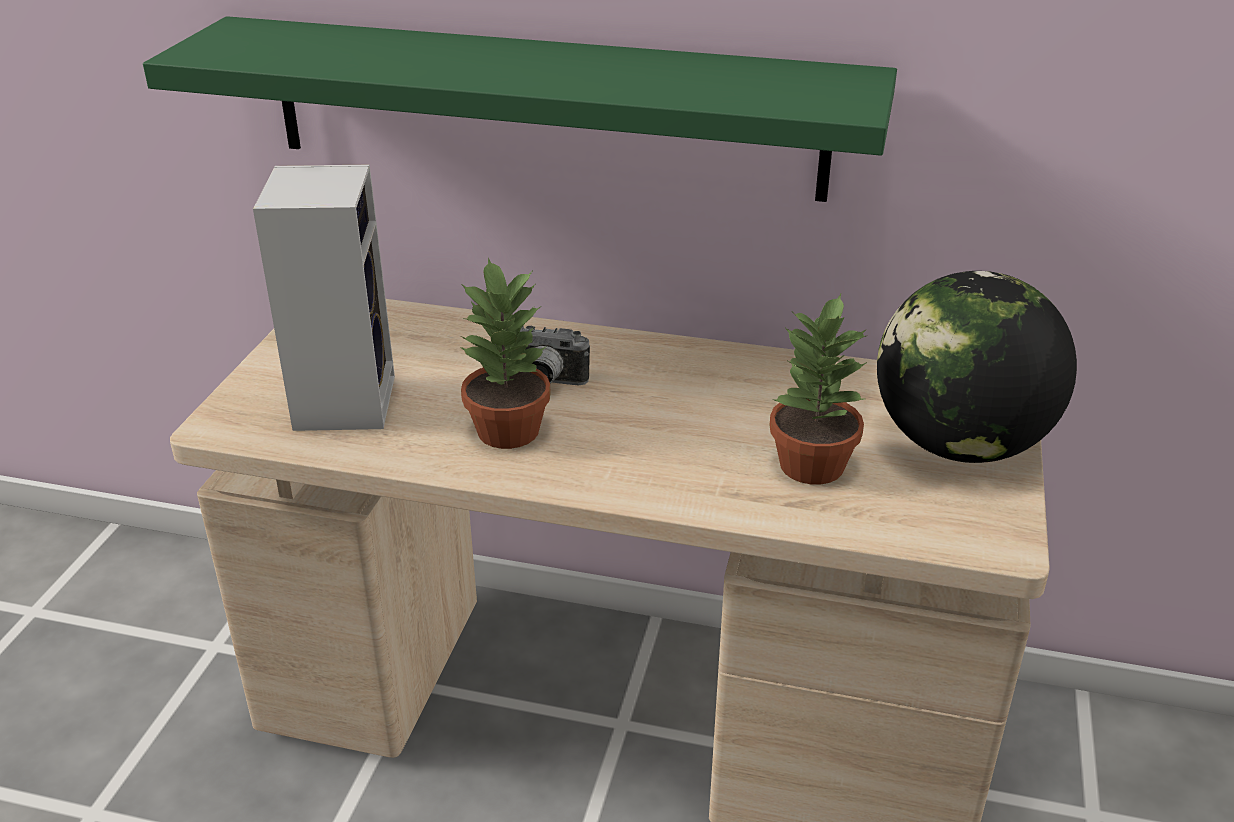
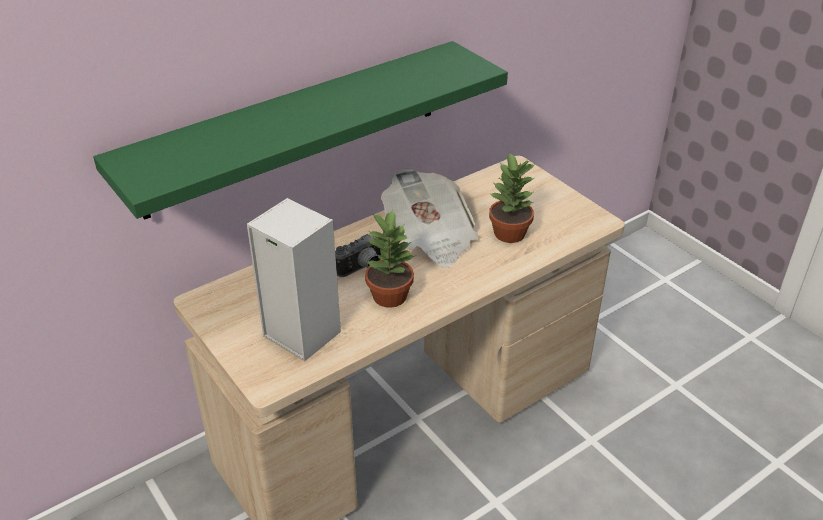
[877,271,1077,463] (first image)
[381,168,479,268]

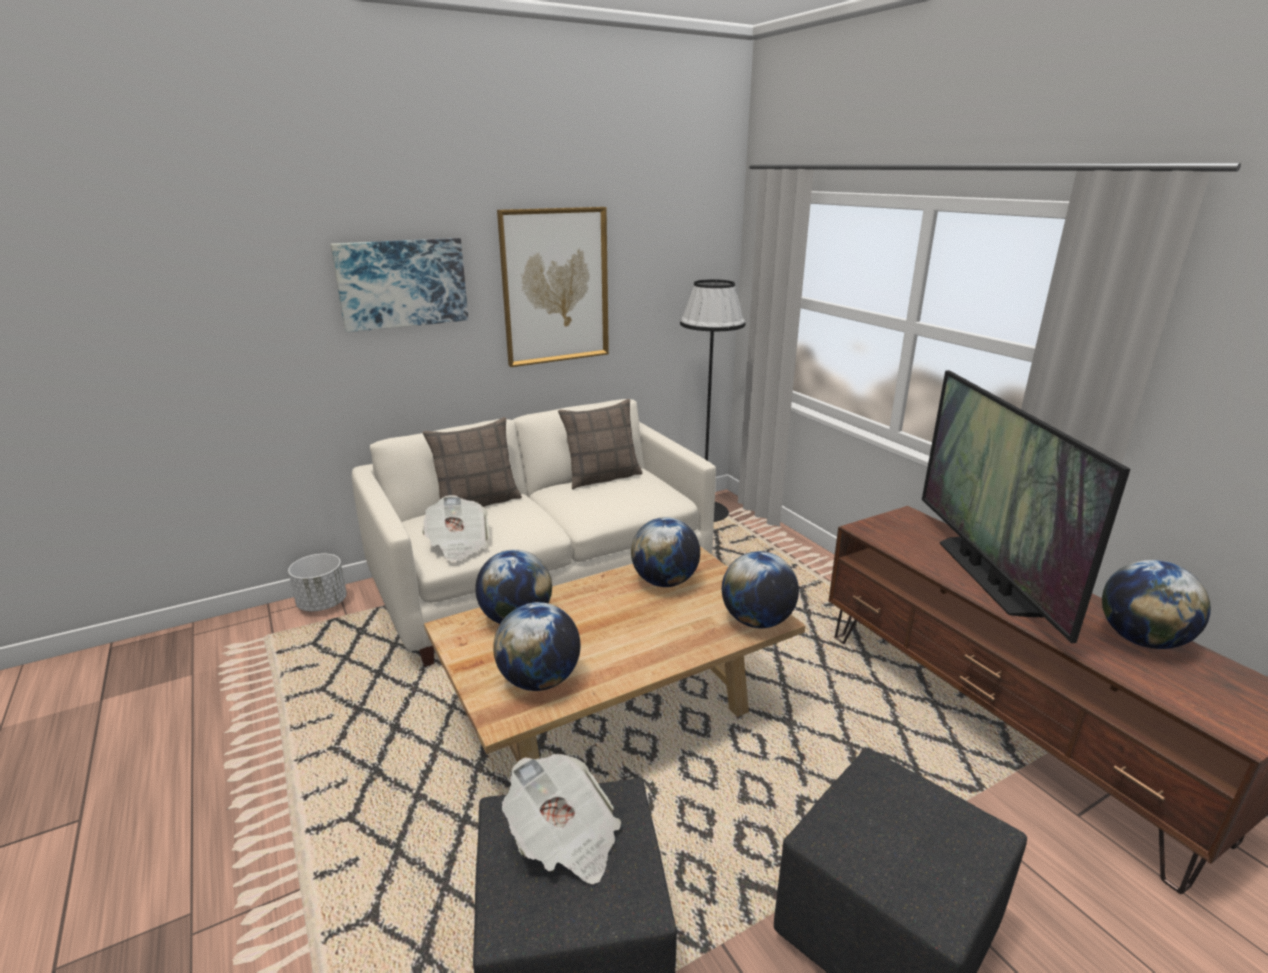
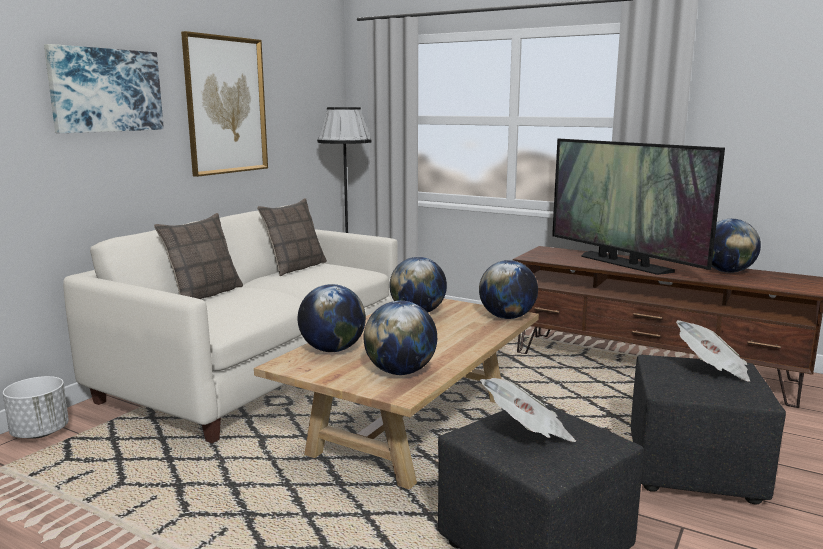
[676,320,750,382]

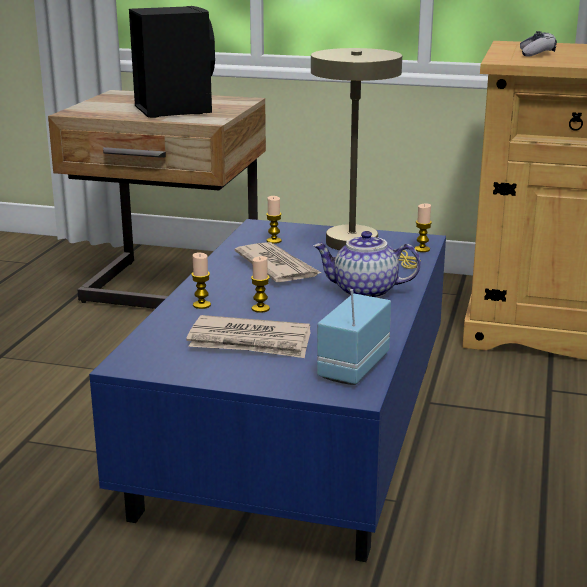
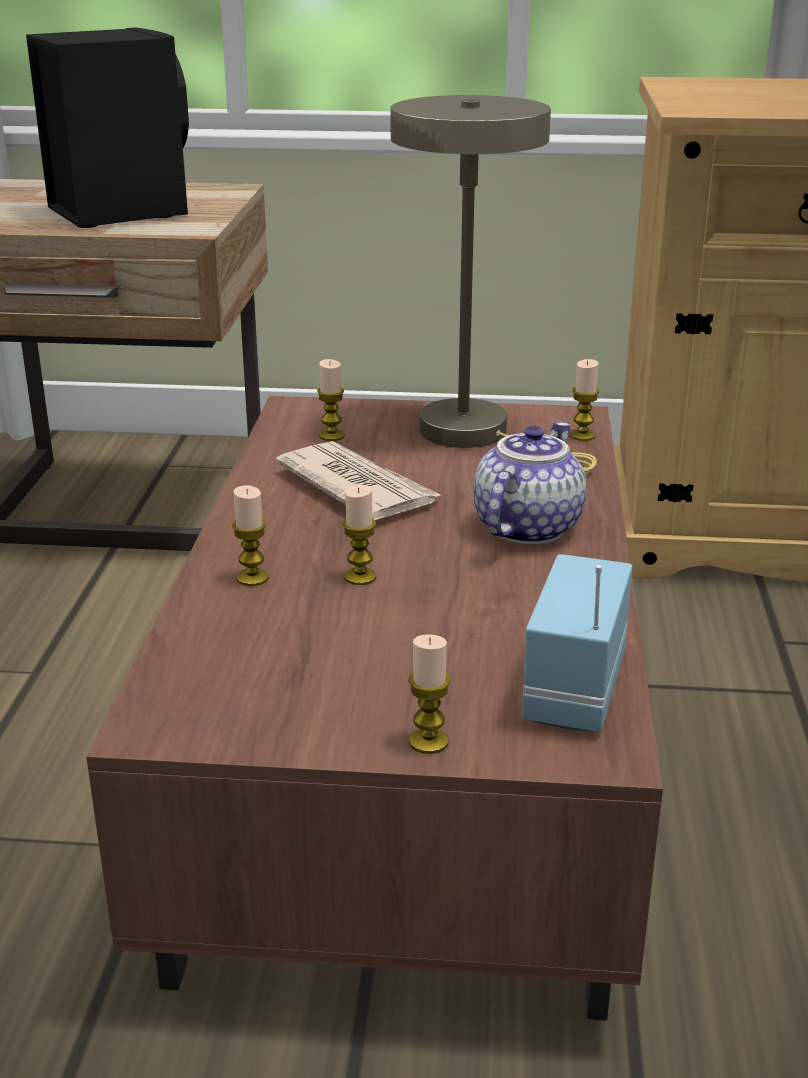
[520,31,557,57] (first image)
[86,396,663,1021]
[473,422,586,545]
[186,315,310,358] (first image)
[408,634,451,754]

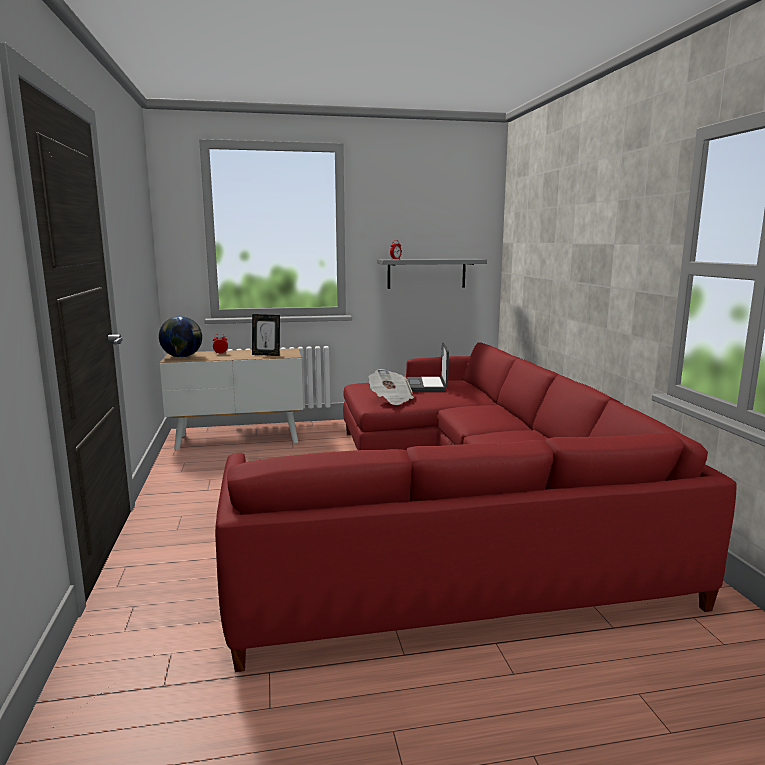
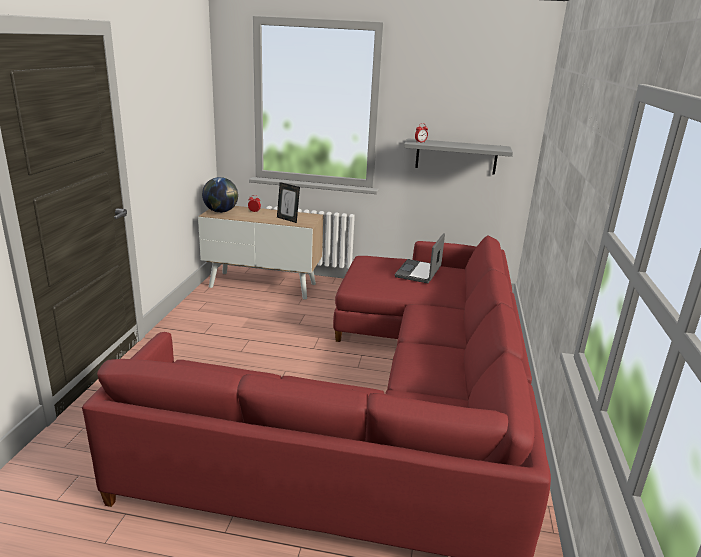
[369,369,414,405] (first image)

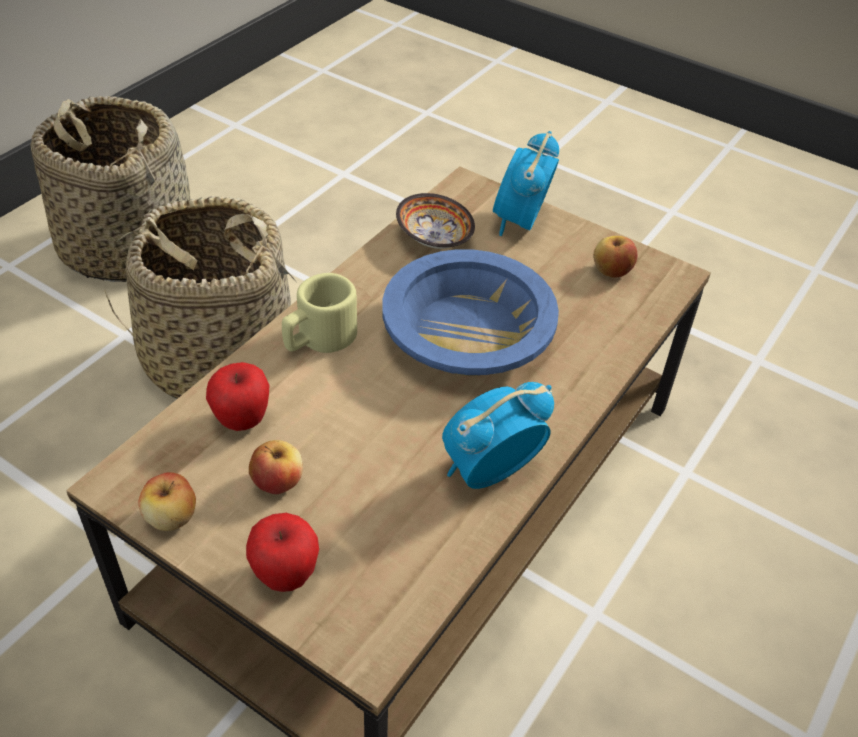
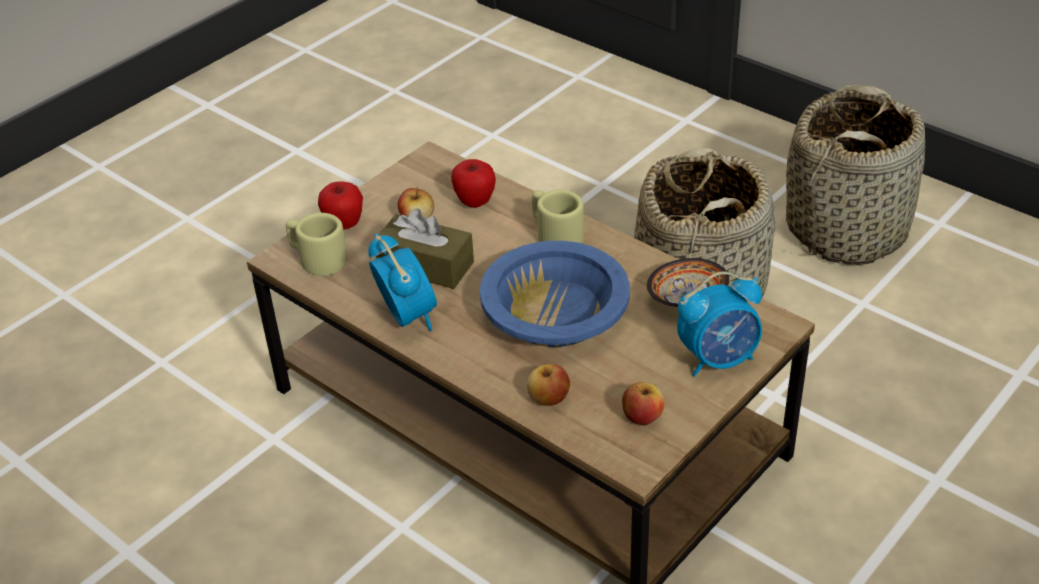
[677,272,762,377]
[527,364,570,406]
[376,209,474,289]
[286,213,348,276]

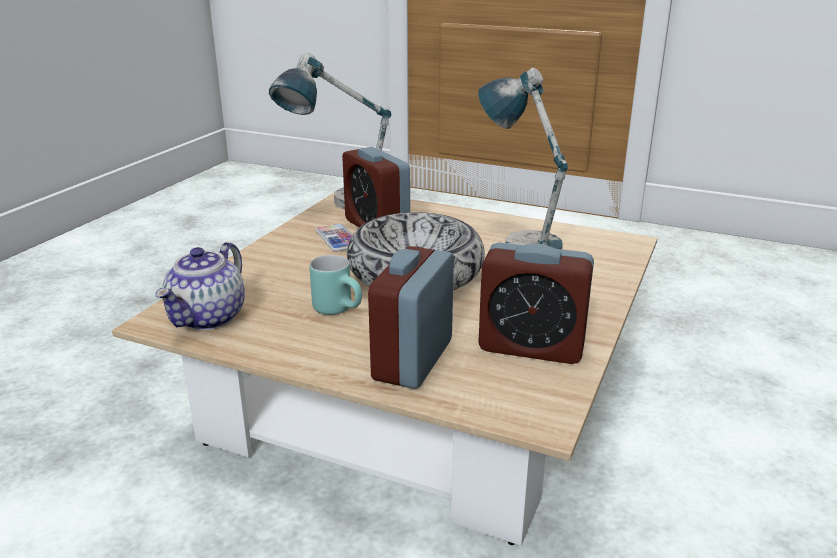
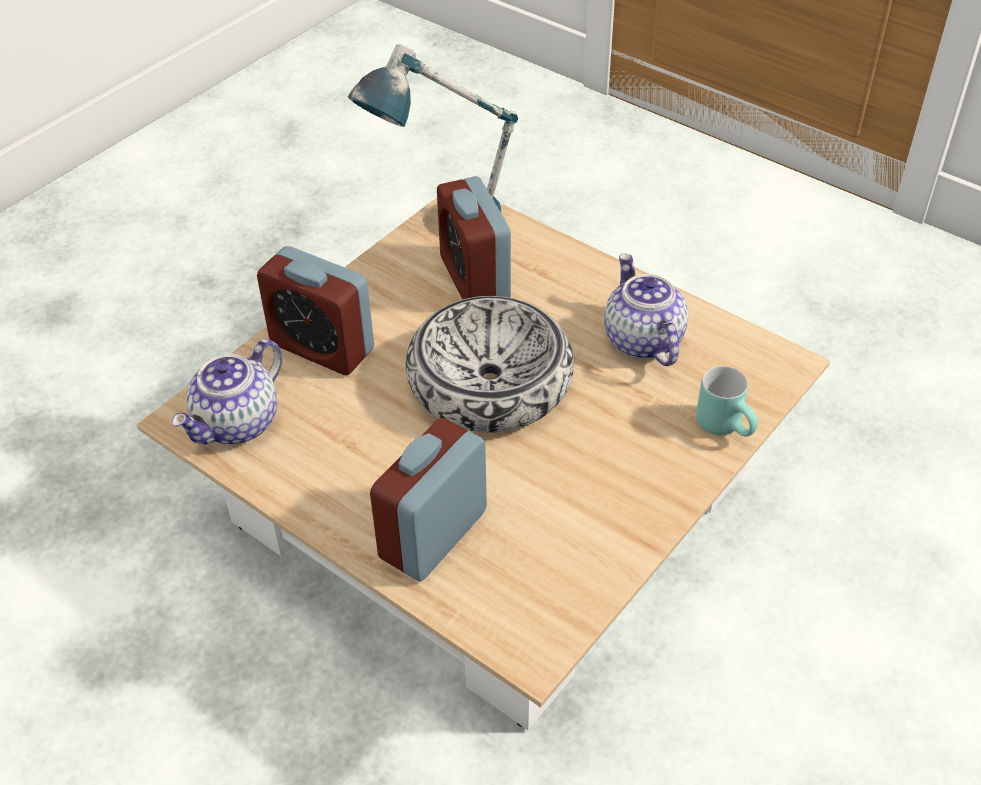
[604,253,688,366]
[316,224,352,252] (first image)
[257,246,374,375]
[696,366,758,436]

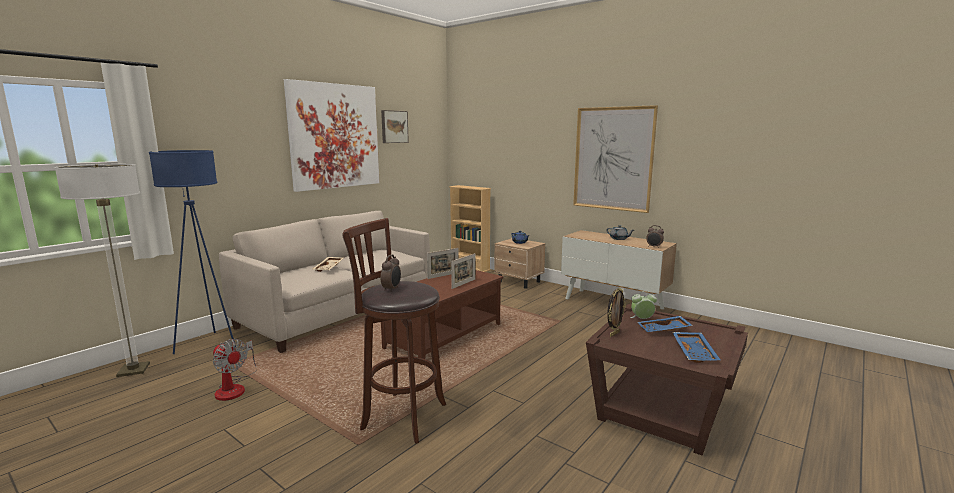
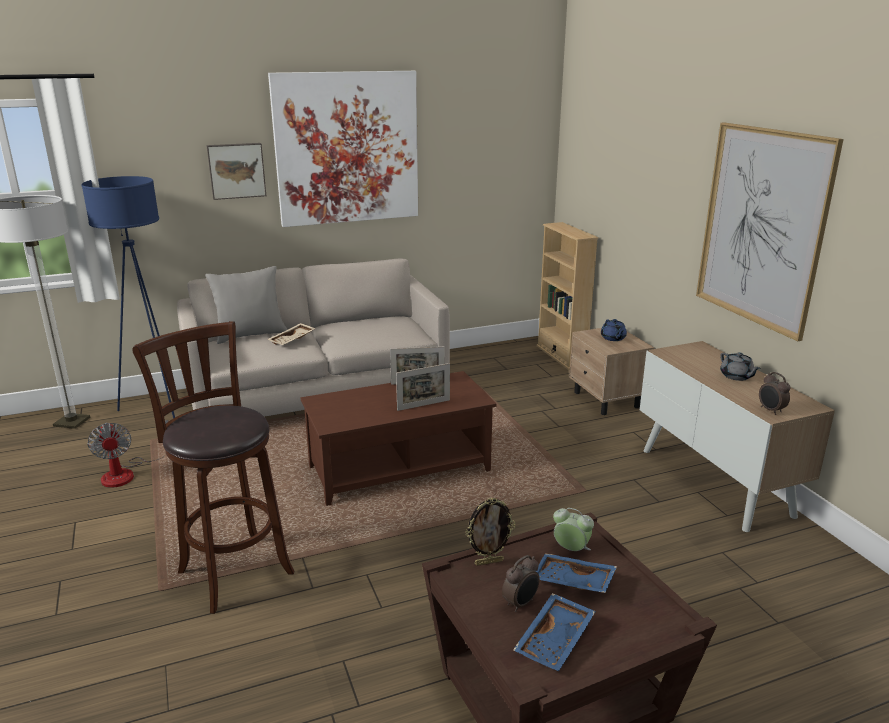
[206,143,266,200]
[502,555,540,612]
[205,266,287,344]

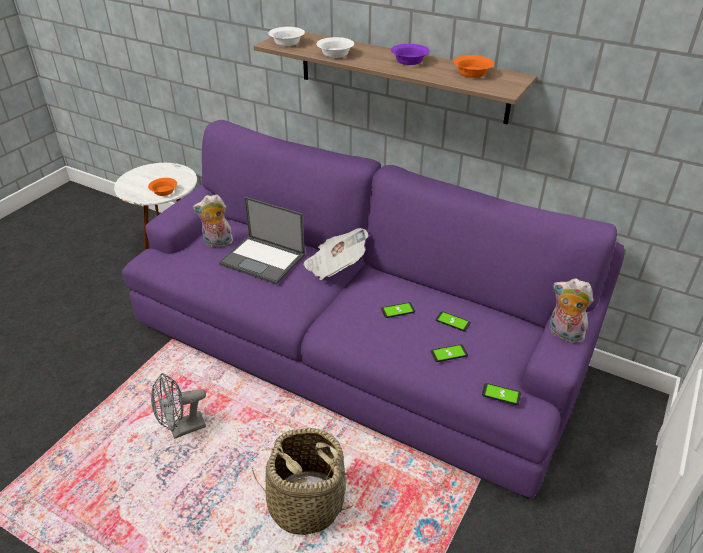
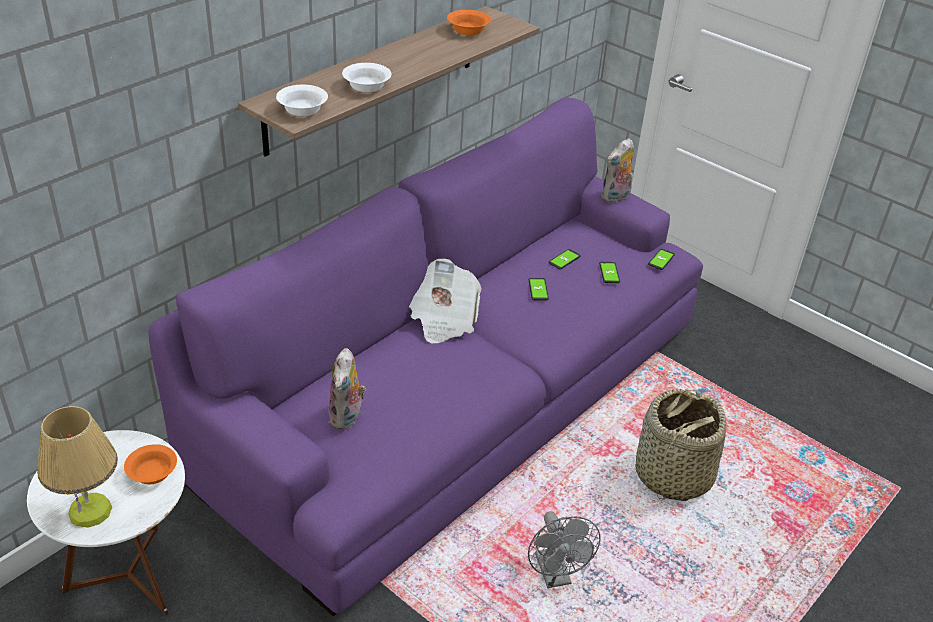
[391,44,430,65] (first image)
[219,197,305,285] (first image)
[37,406,118,528]

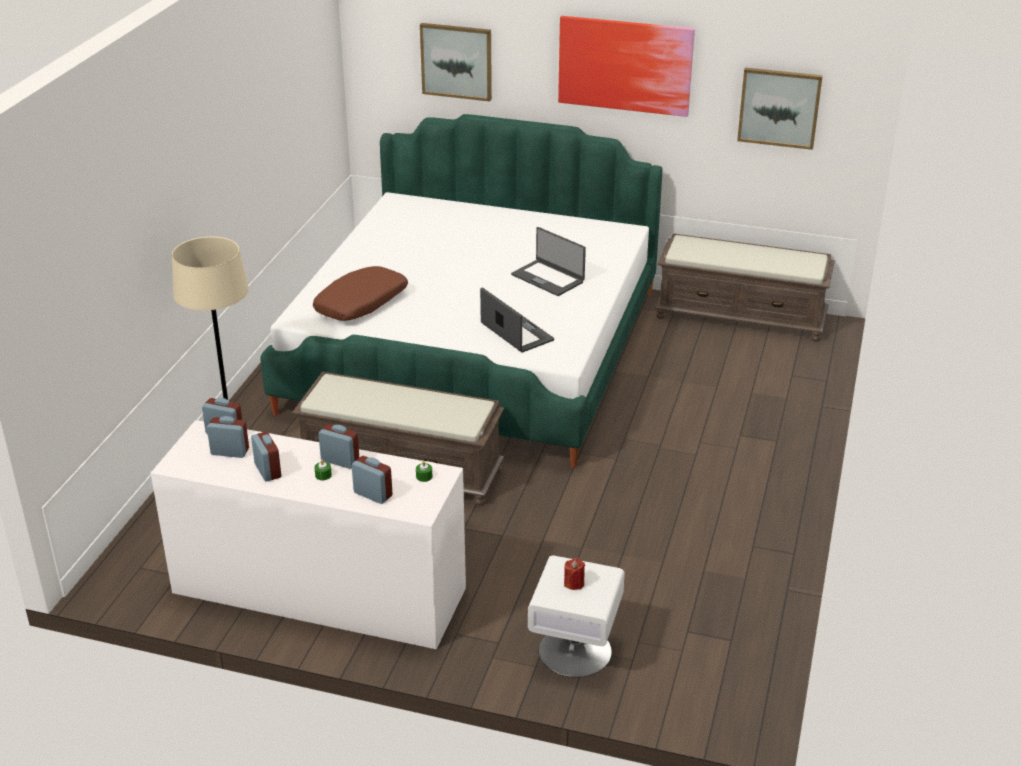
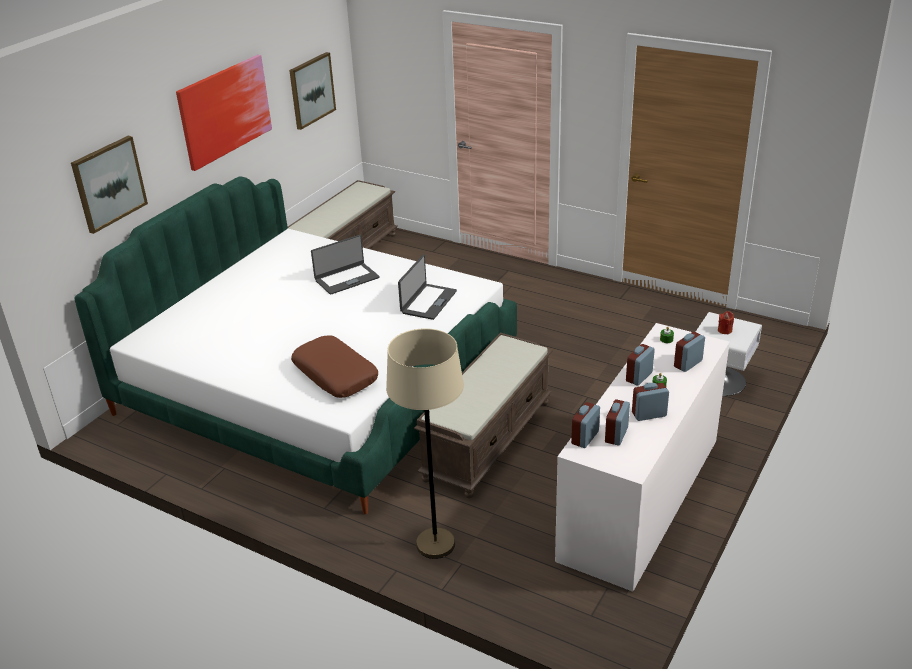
[398,255,457,320]

